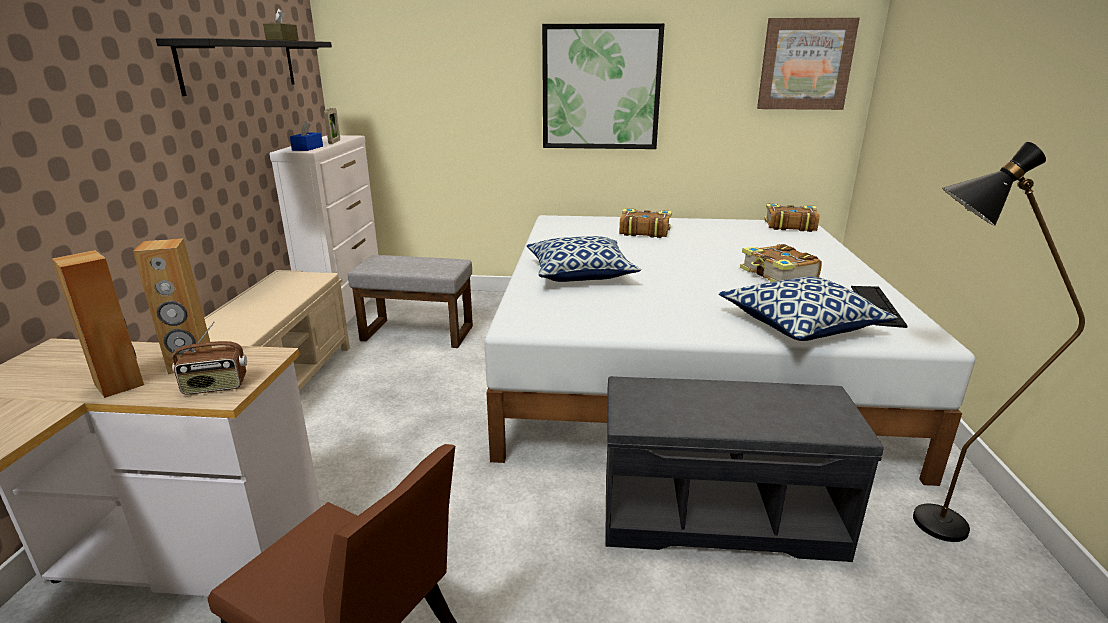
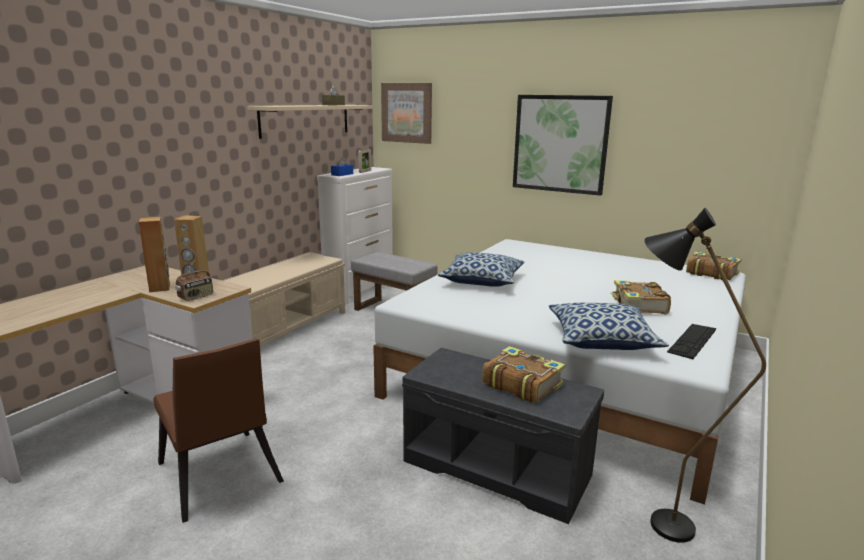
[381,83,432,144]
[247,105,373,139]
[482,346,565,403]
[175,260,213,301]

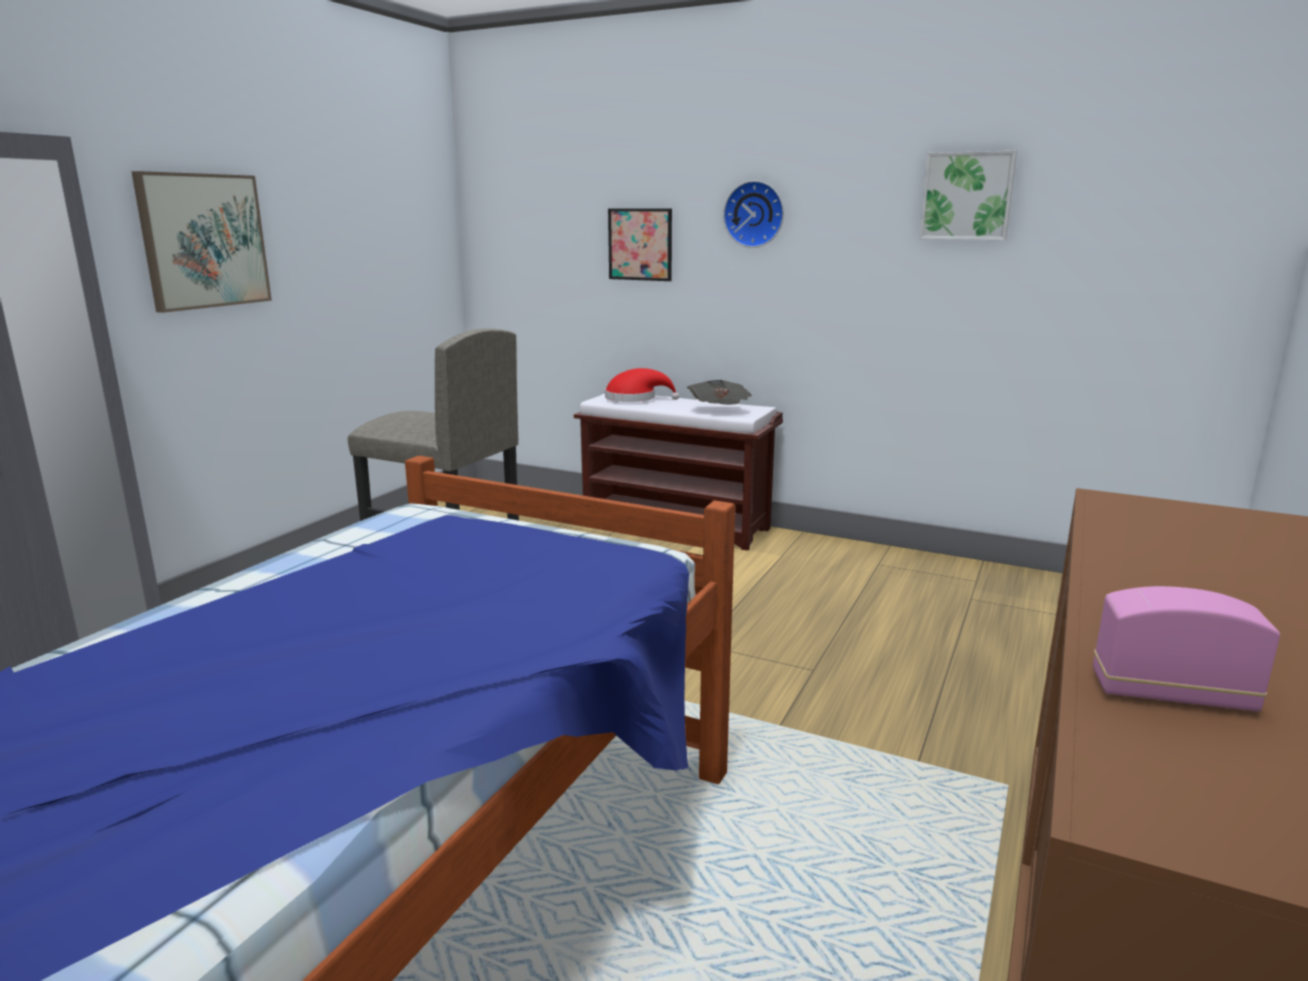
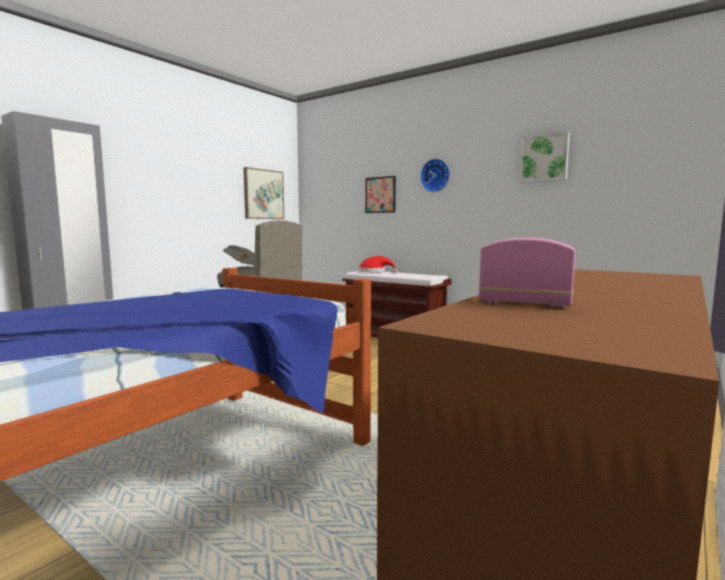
[243,167,284,219]
[223,245,255,265]

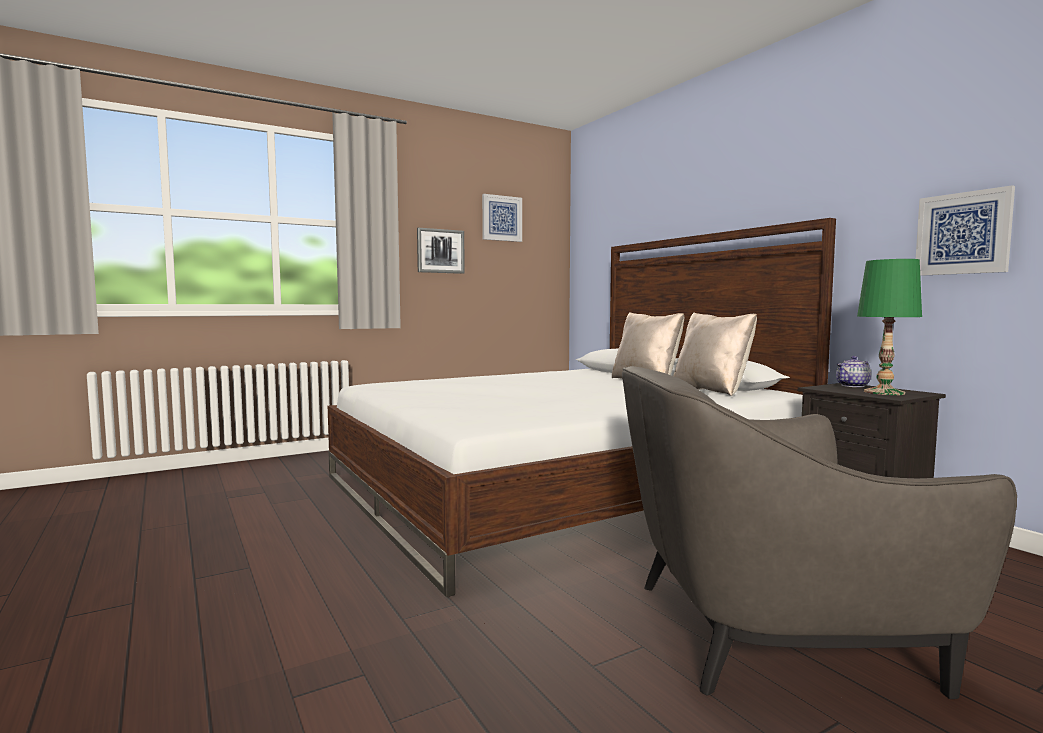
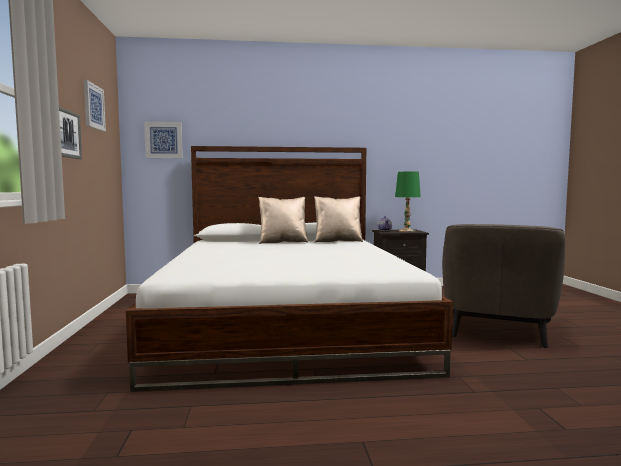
[144,122,183,158]

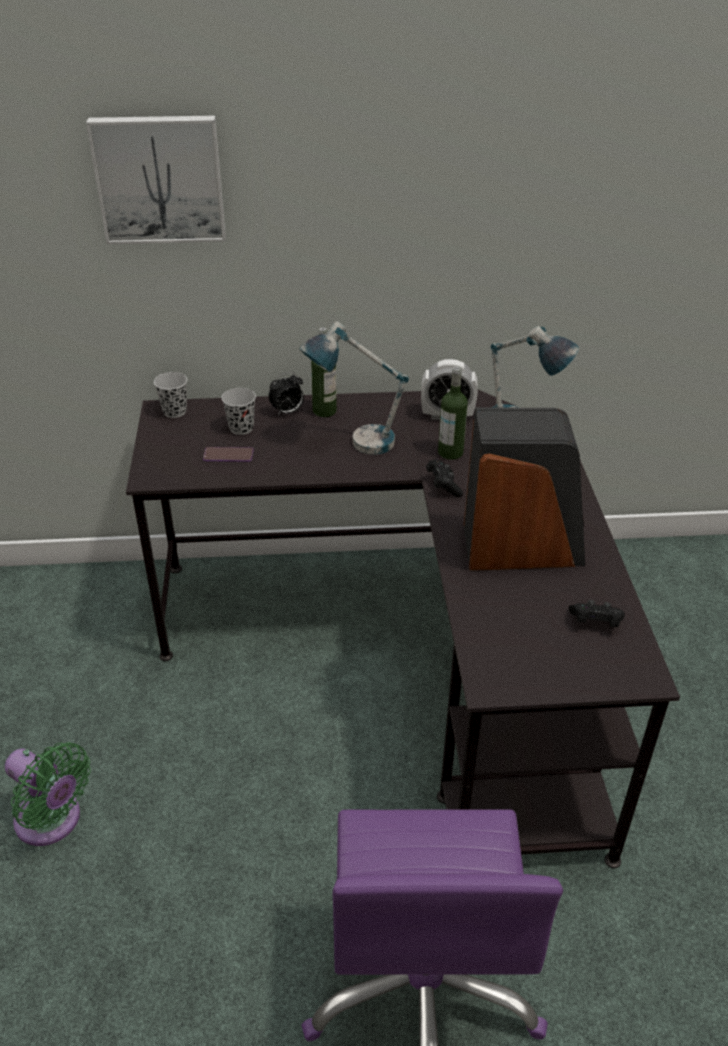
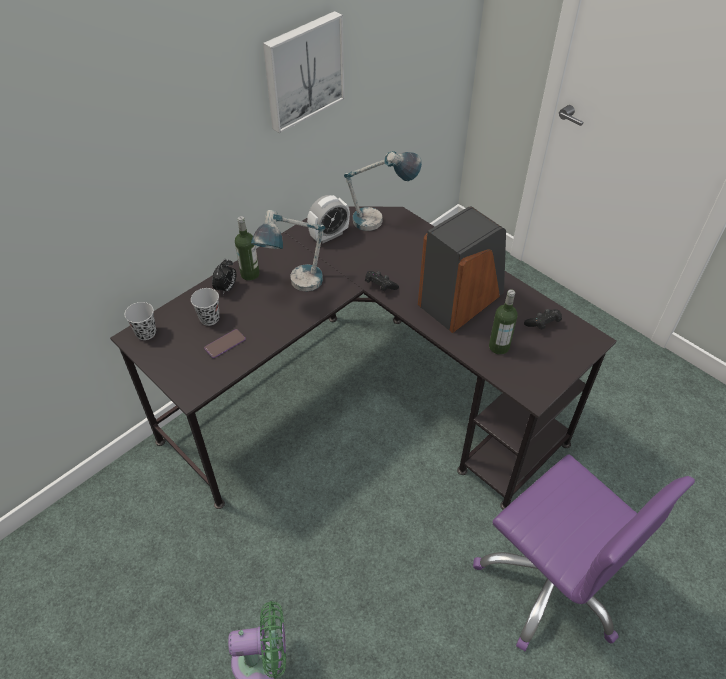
[263,11,345,133]
[489,289,517,355]

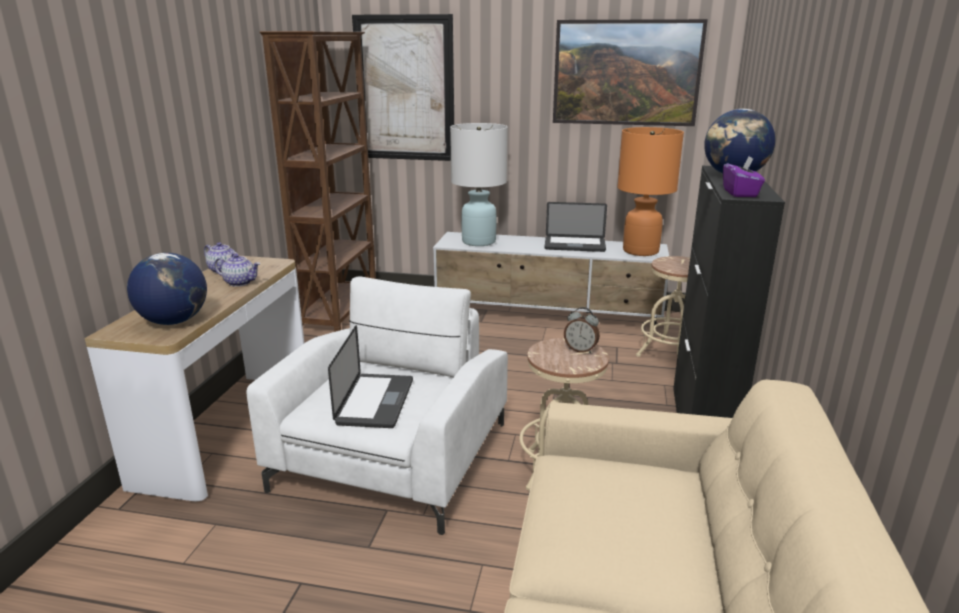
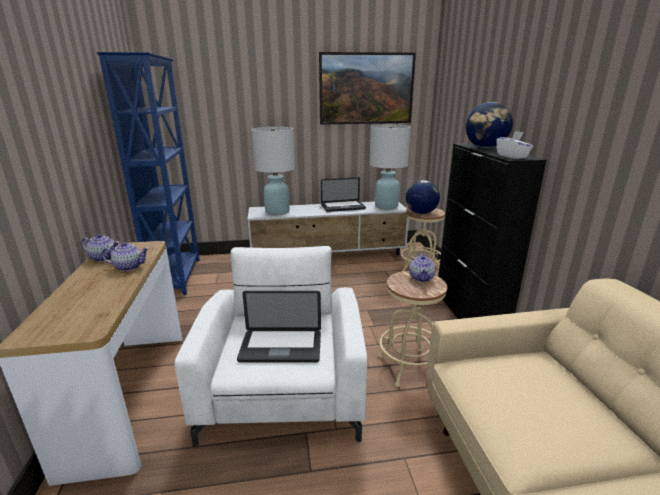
[352,14,454,161] (first image)
[97,52,200,295]
[369,125,411,209]
[497,131,533,159]
[406,180,440,214]
[409,253,435,282]
[237,291,321,362]

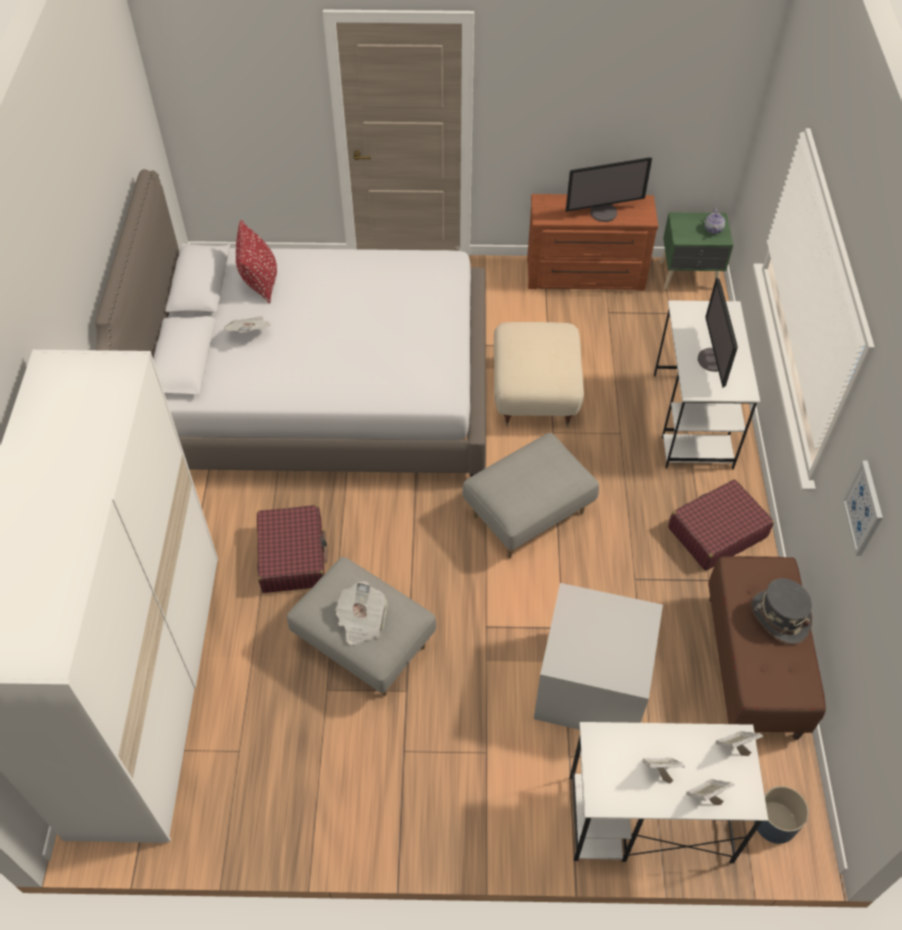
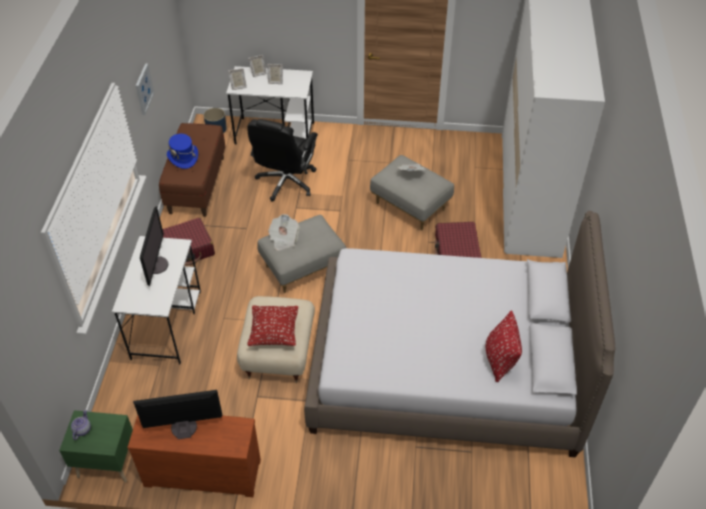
[268,214,300,251]
[167,134,198,169]
[247,119,318,202]
[248,305,298,346]

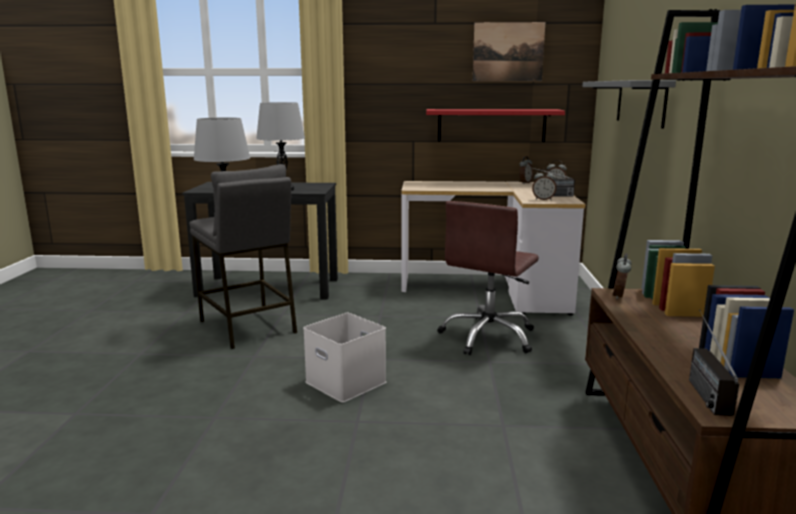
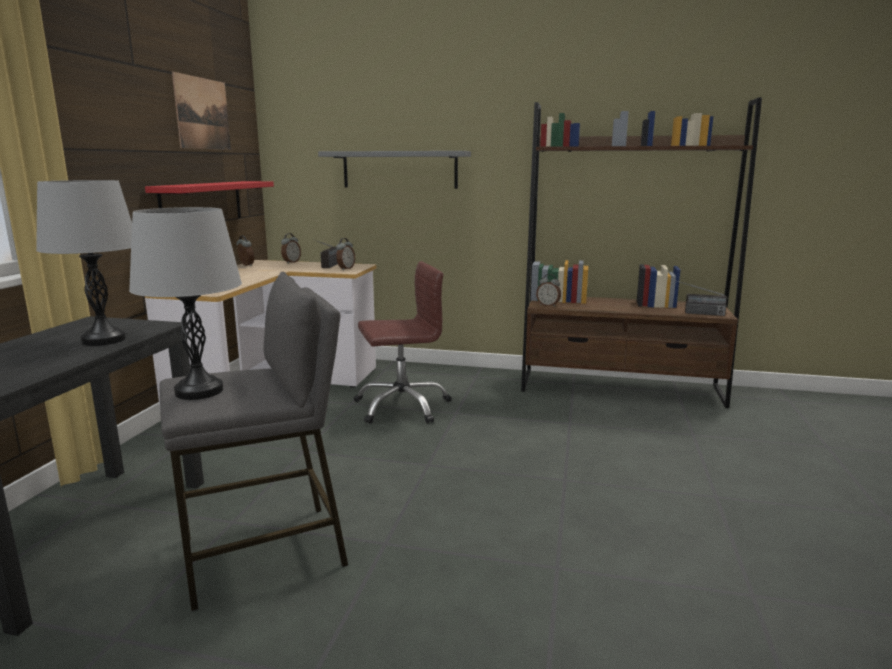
[354,261,452,424]
[303,313,386,403] (first image)

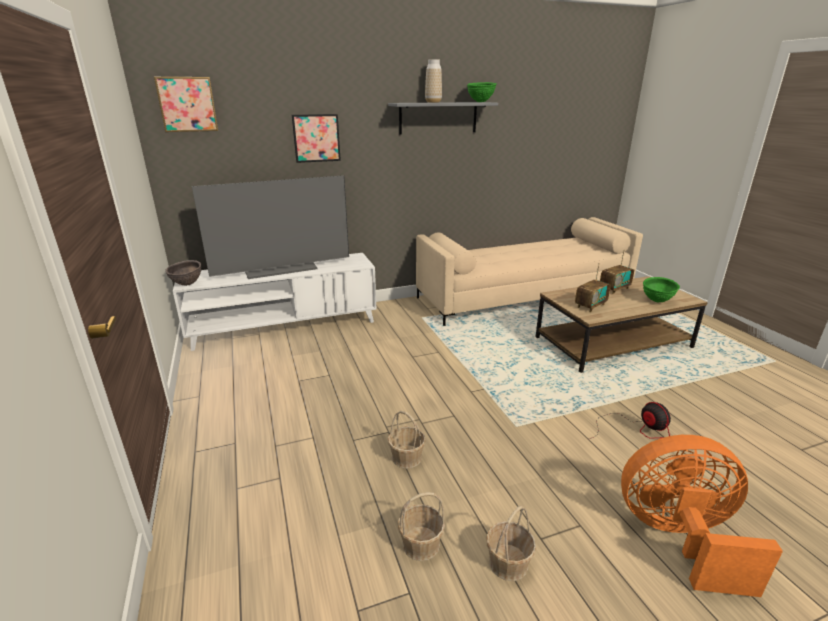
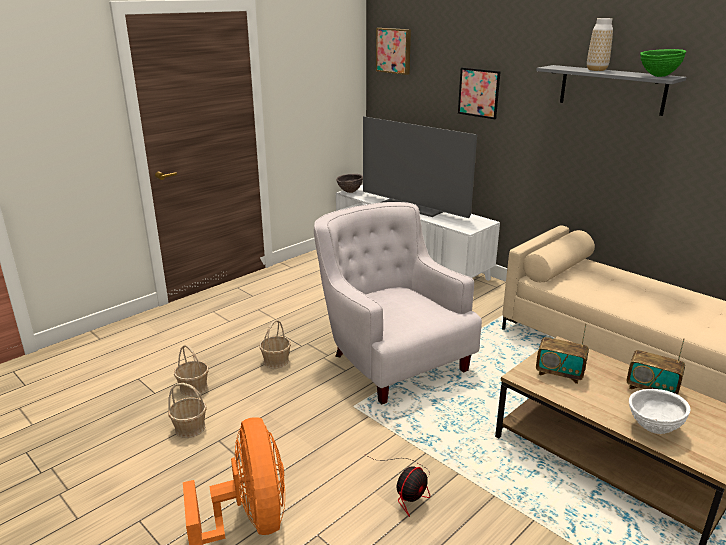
[629,389,690,434]
[314,202,482,404]

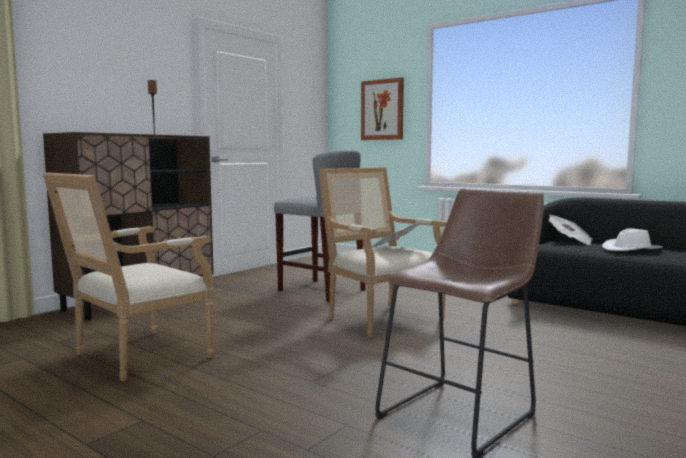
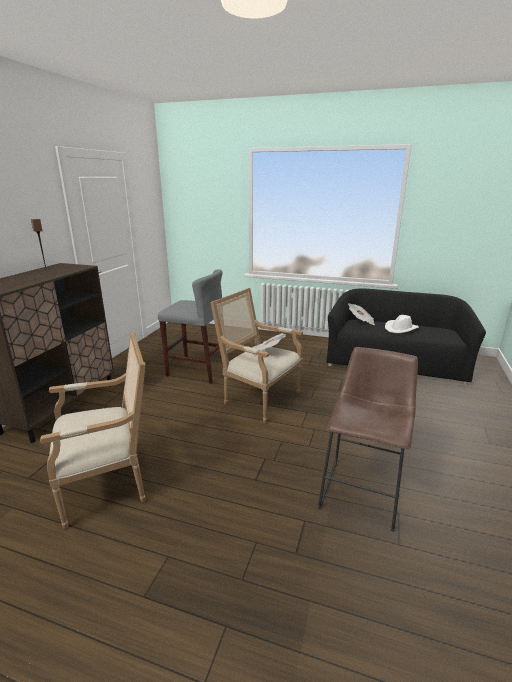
[361,78,404,140] (first image)
[40,331,146,529]

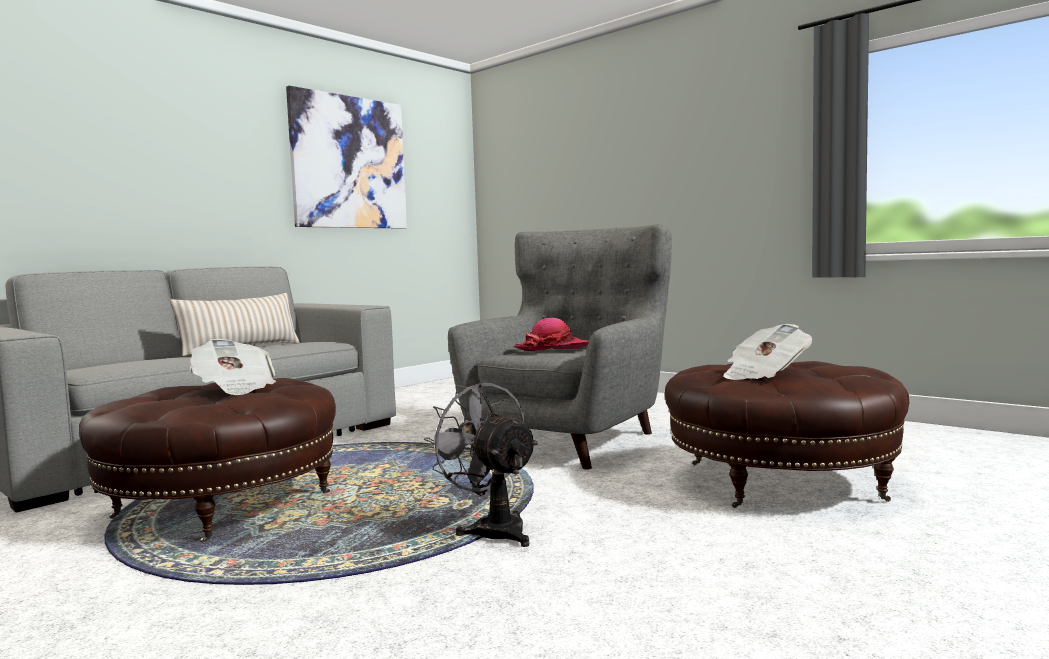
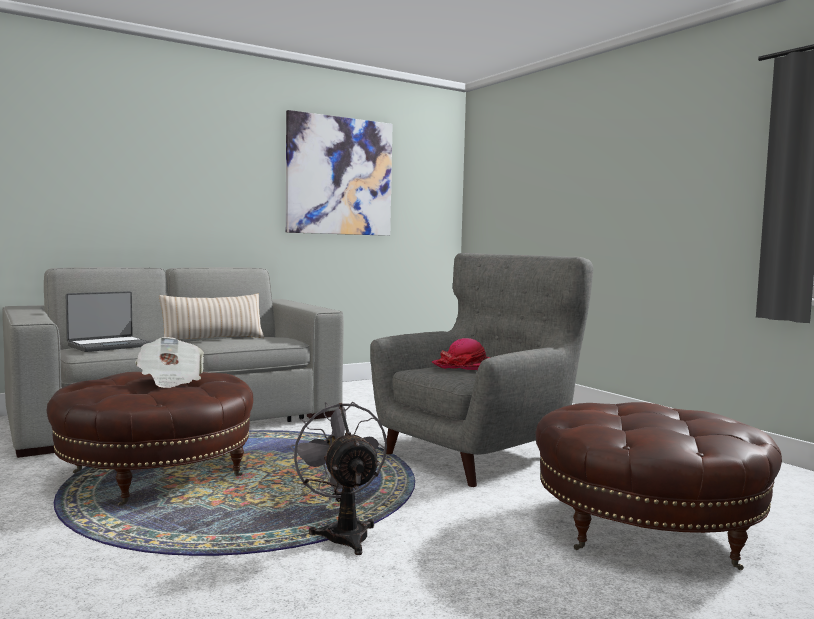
[723,324,812,380] (first image)
[66,291,151,352]

